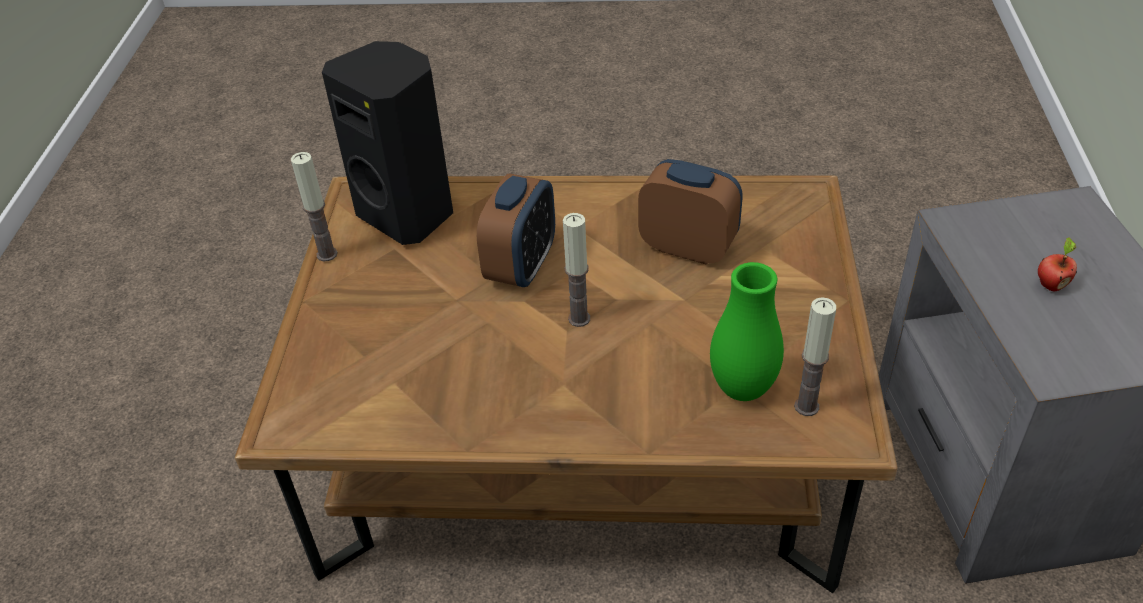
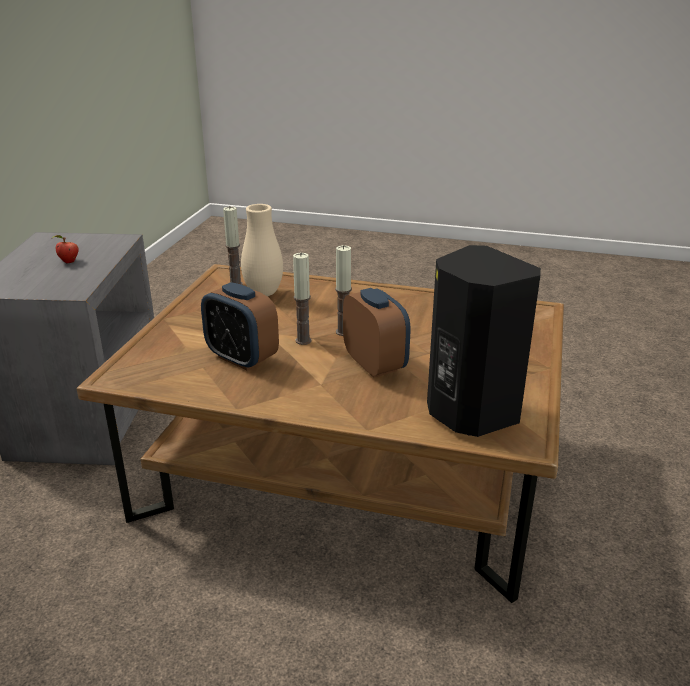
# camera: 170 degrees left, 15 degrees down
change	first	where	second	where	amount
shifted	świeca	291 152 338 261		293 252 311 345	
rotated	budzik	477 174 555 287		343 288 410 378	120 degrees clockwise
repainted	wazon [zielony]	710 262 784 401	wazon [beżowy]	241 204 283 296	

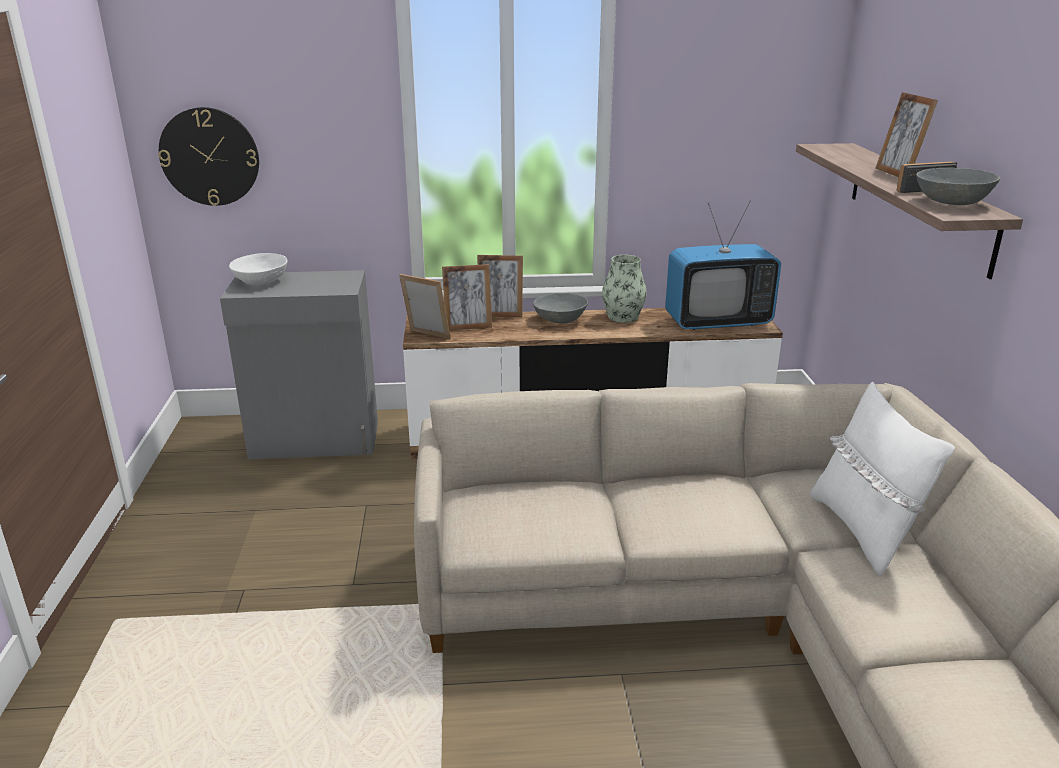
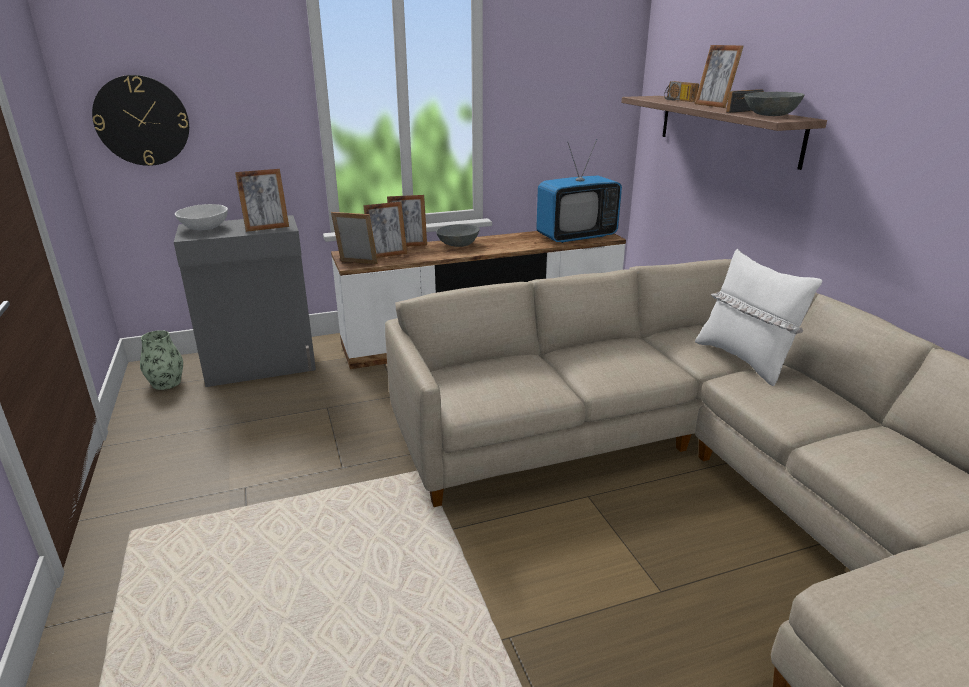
# camera: 15 degrees left, 0 degrees up
change	first	where	second	where	amount
shifted	wazon	602 255 647 323		140 330 183 390	
new			ramka na zdjęcie	235 169 289 232	
new			radio	664 81 699 102	

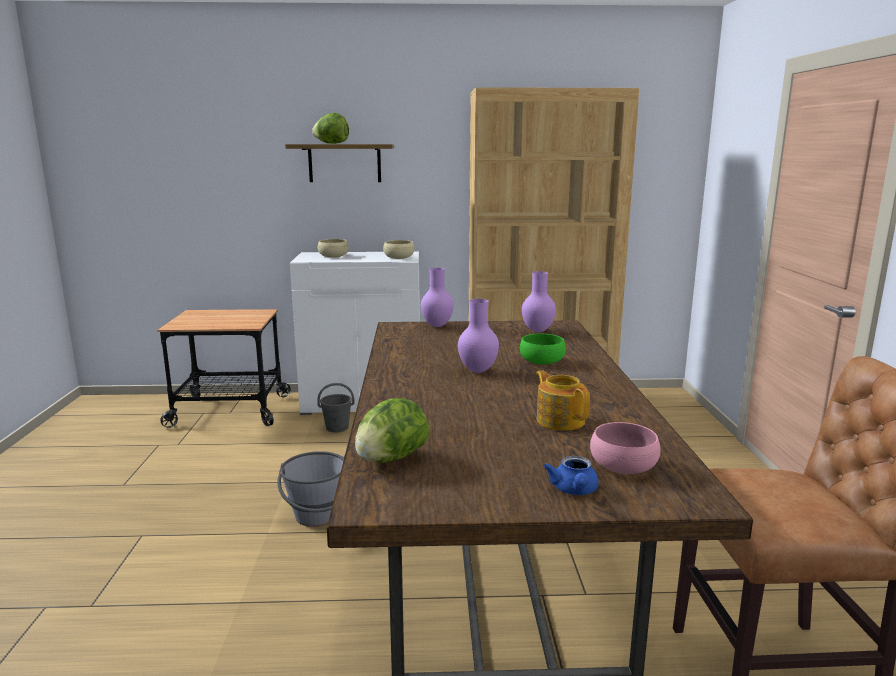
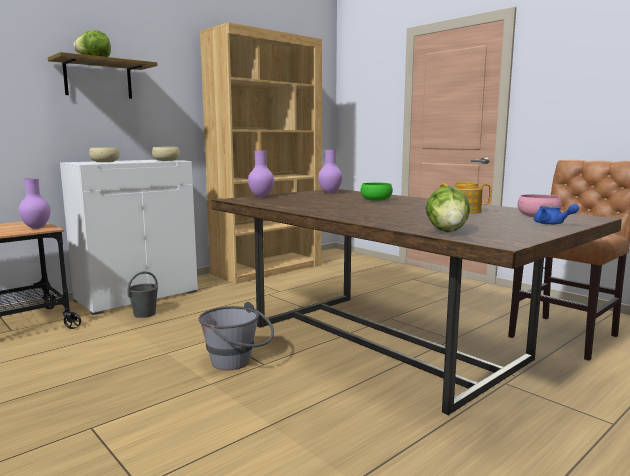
# camera: 40 degrees left, 5 degrees down
change	first	where	second	where	amount
shifted	wazon [fioletowy]	458 299 499 373		19 178 51 229	

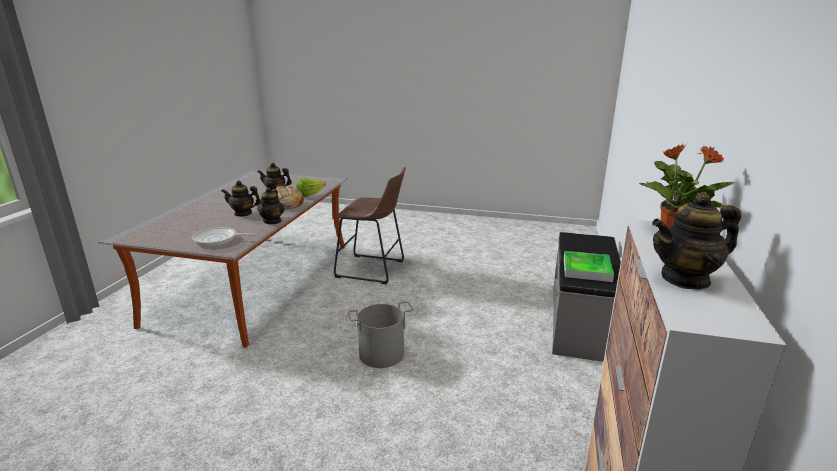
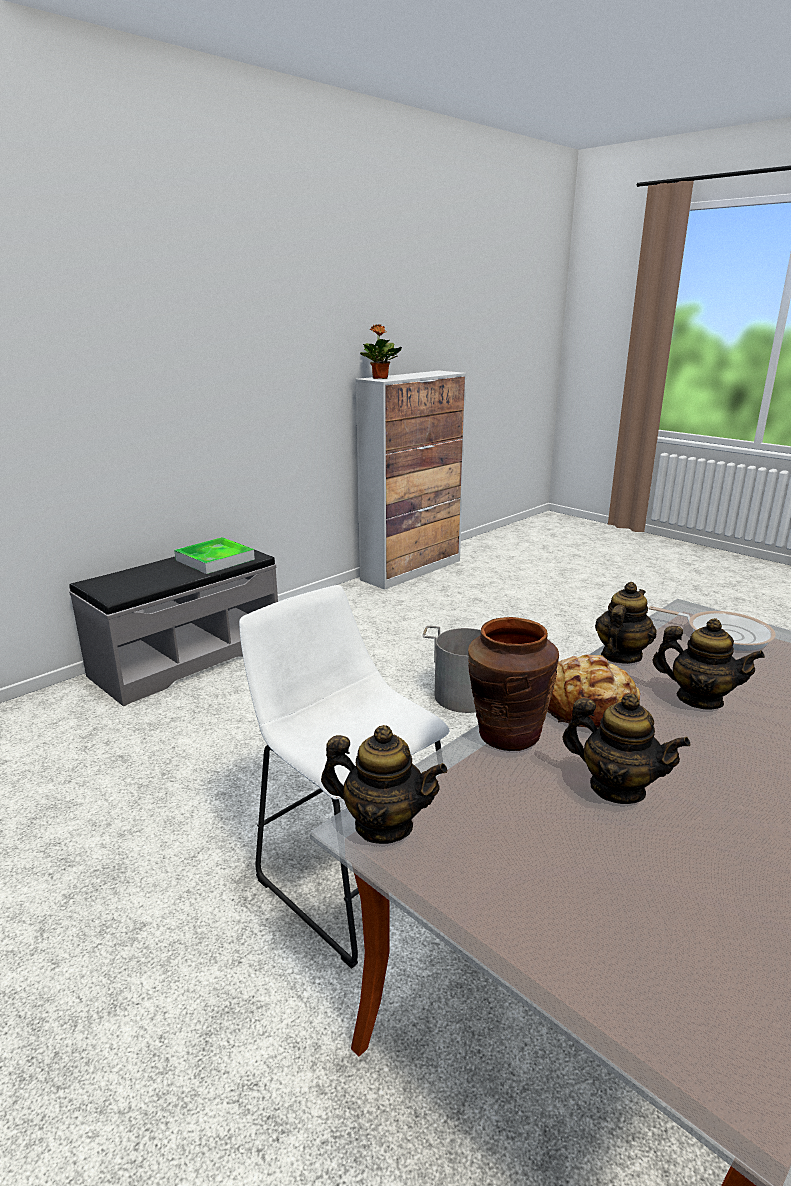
# camera: 150 degrees left, 0 degrees up
change	first	where	second	where	amount
swapped	sałata	296 179 326 197	wazon [brązowy]	468 617 559 751	
repainted	stołek [brązowy]	334 167 406 284	stołek [biały]	239 585 450 969	
shifted	imbryk	652 192 741 290		321 725 447 844	

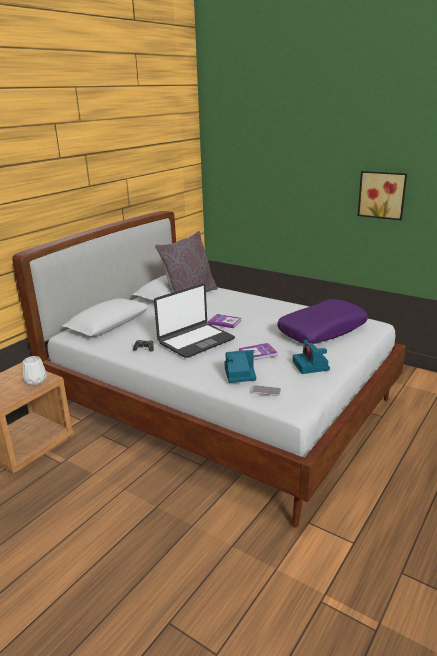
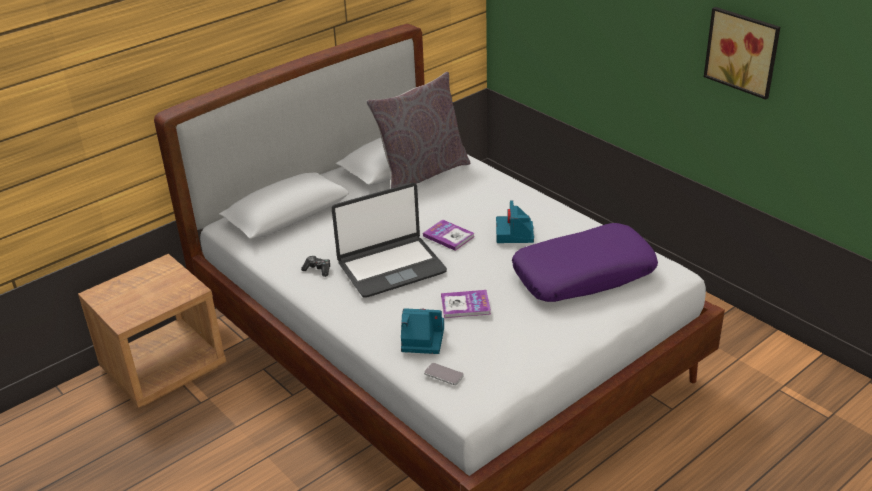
# camera: 15 degrees right, 10 degrees up
change	first	where	second	where	amount
gone	wazon [biały]	22 356 47 385			
shifted	aparat fotograficzny	293 340 330 374		496 201 534 243	

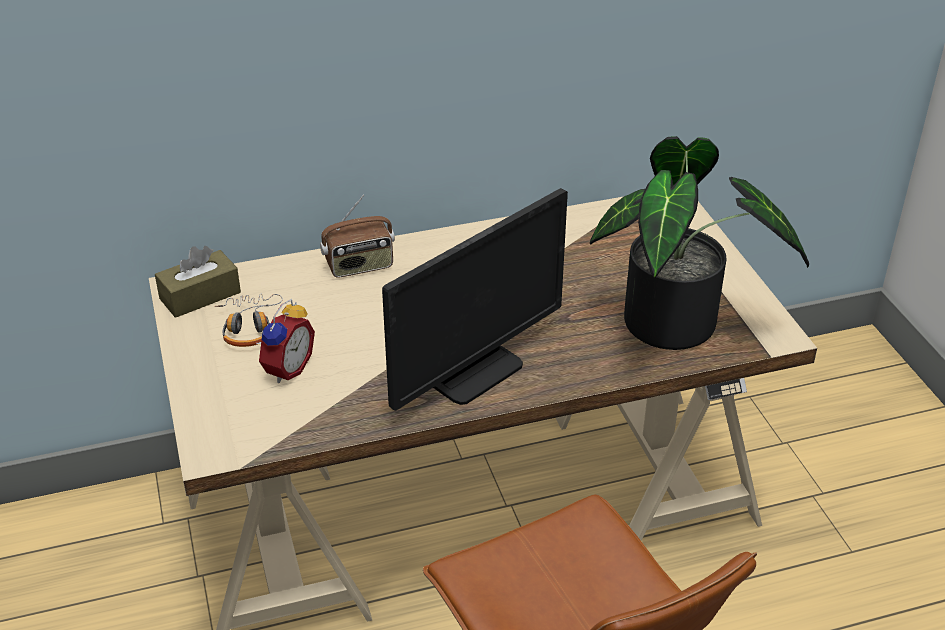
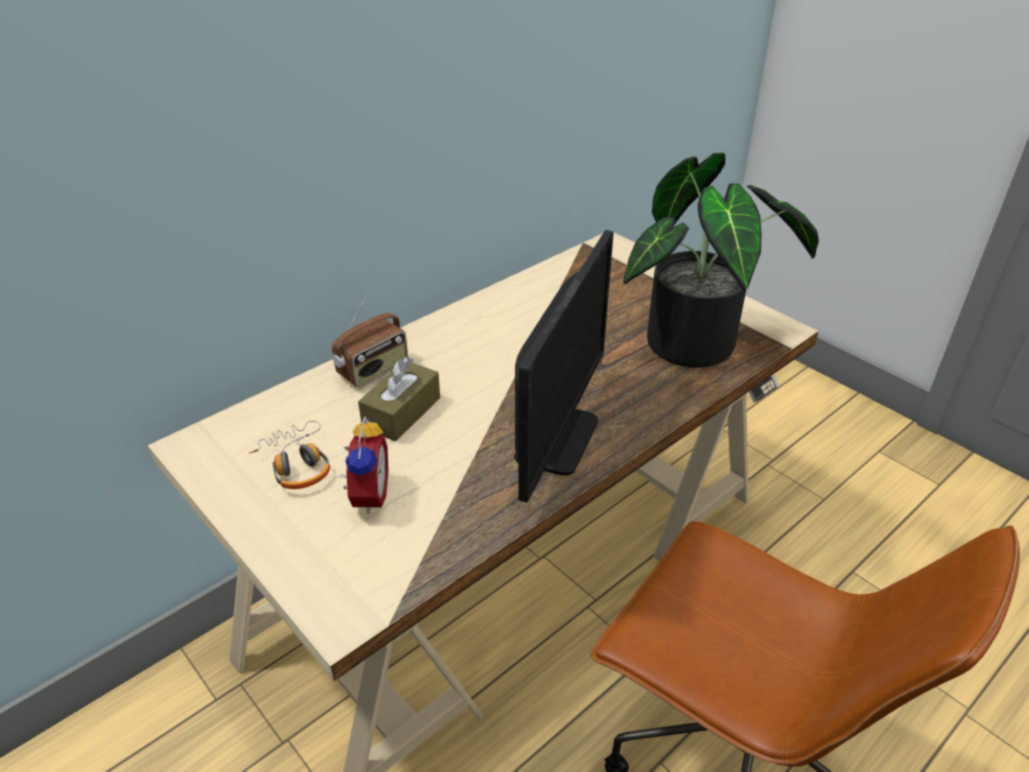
# camera: 25 degrees left, 0 degrees up
change	first	where	second	where	amount
shifted	pudełko chusteczek [brązowy]	155 246 241 318		358 356 440 441	

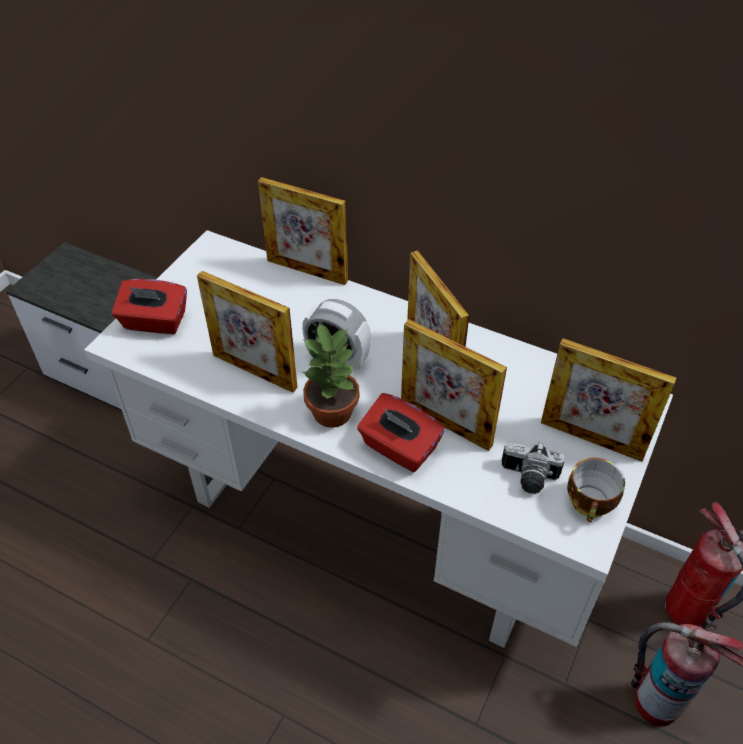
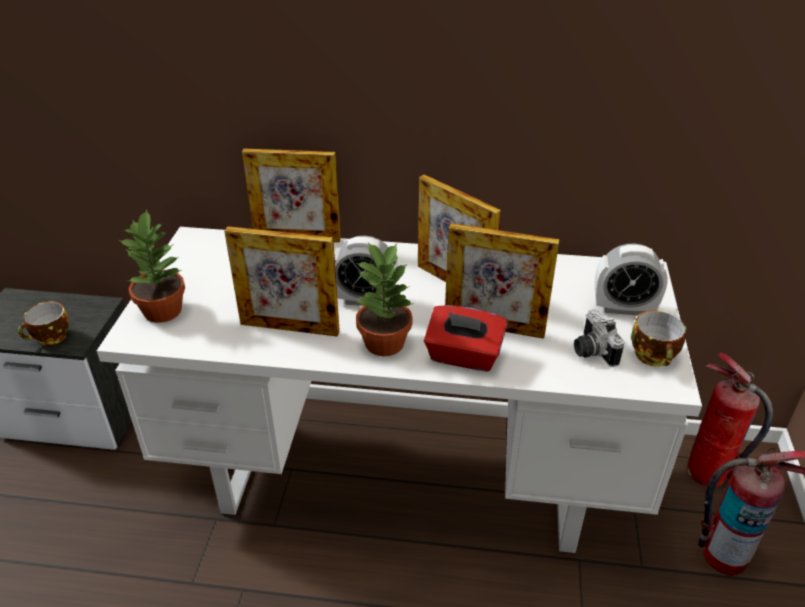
# camera: 20 degrees left, 10 degrees down
change	first	where	second	where	amount
swapped	pudełko chusteczek [czerwony]	112 279 187 334	roślina doniczkowa	119 209 185 323	
rotated	aparat fotograficzny	501 441 565 494		574 310 625 367	75 degrees clockwise
swapped	ramka na zdjęcie	541 338 677 462	budzik	595 244 668 315	
new			filiżanka	18 302 69 346	

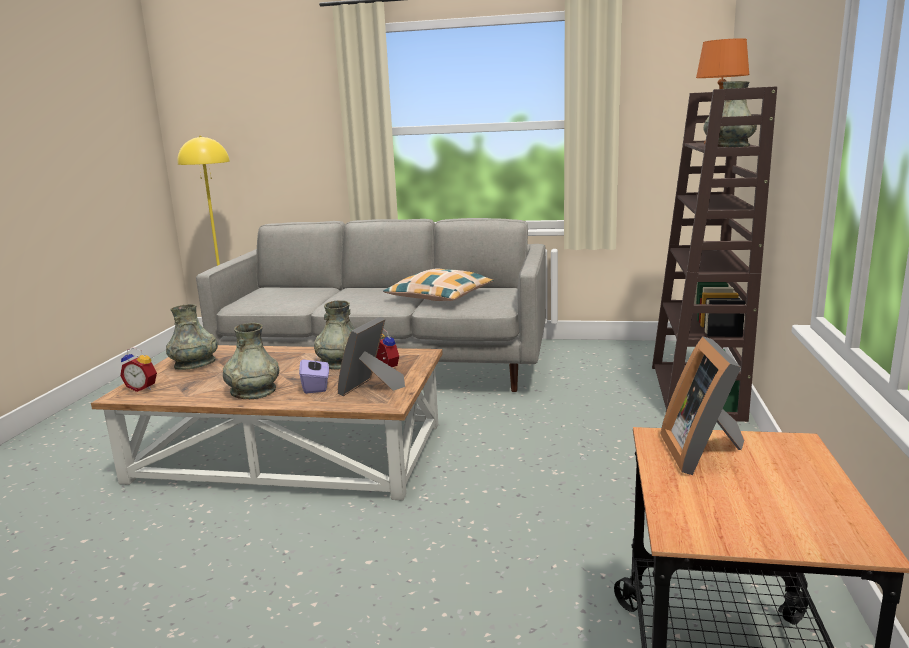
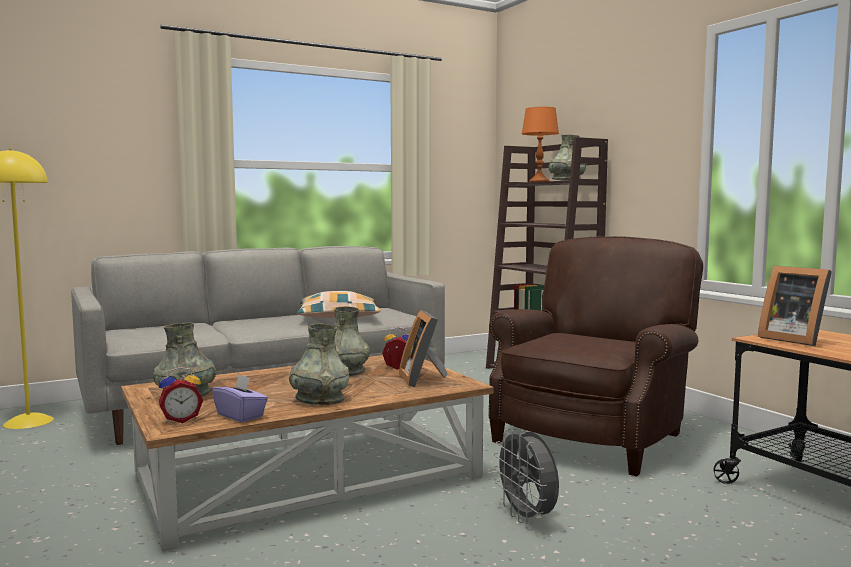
# camera: 40 degrees left, 10 degrees down
change	first	where	second	where	amount
shifted	pudełko chusteczek [fioletowy]	299 354 329 394		212 375 268 422	
new			fotel [brązowy]	489 236 703 476	
new			wentylator [szary]	493 428 559 524	

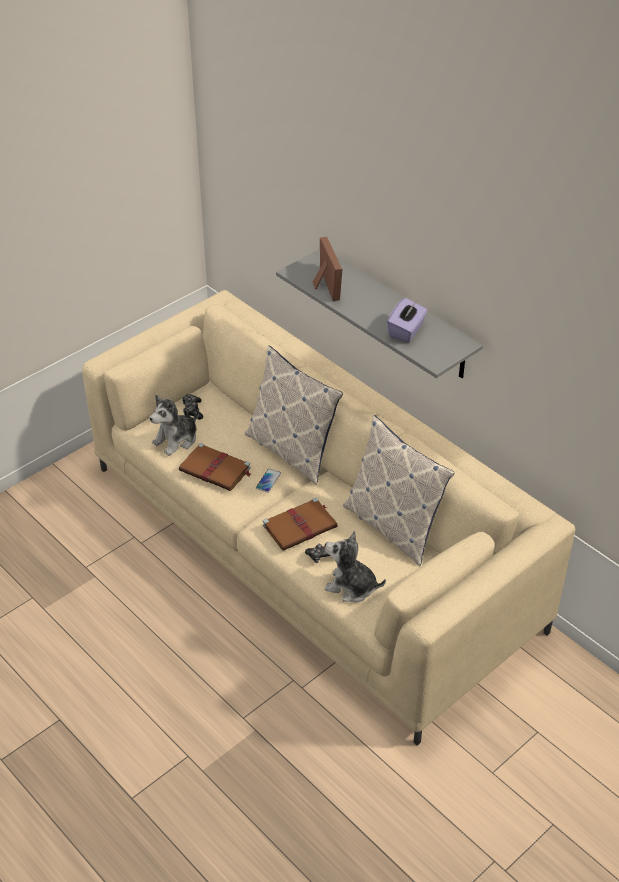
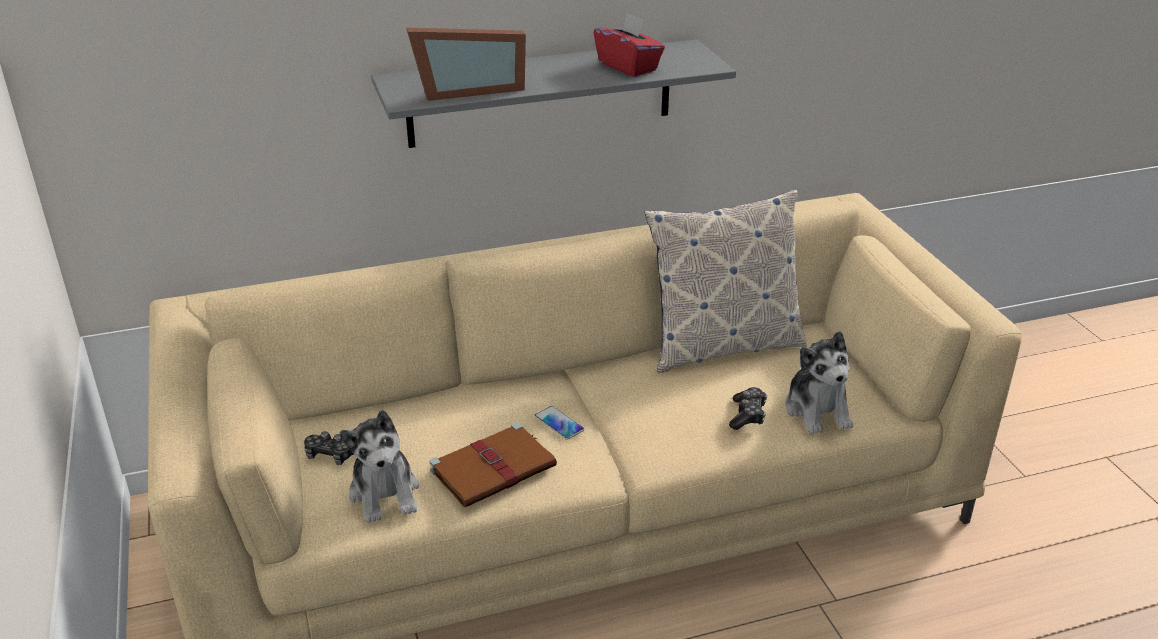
# camera: 65 degrees left, 10 degrees down
change	first	where	second	where	amount
gone	poduszka	245 345 343 485			
gone	książka [brązowy]	263 498 338 551			
rotated	ramka na zdjęcie	313 237 343 301		406 28 526 101	150 degrees clockwise
rotated	pluszak	325 531 386 602		785 331 853 434	60 degrees counterclockwise
repainted	pudełko chusteczek [fioletowy]	387 298 428 342	pudełko chusteczek [czerwony]	594 13 665 77	

